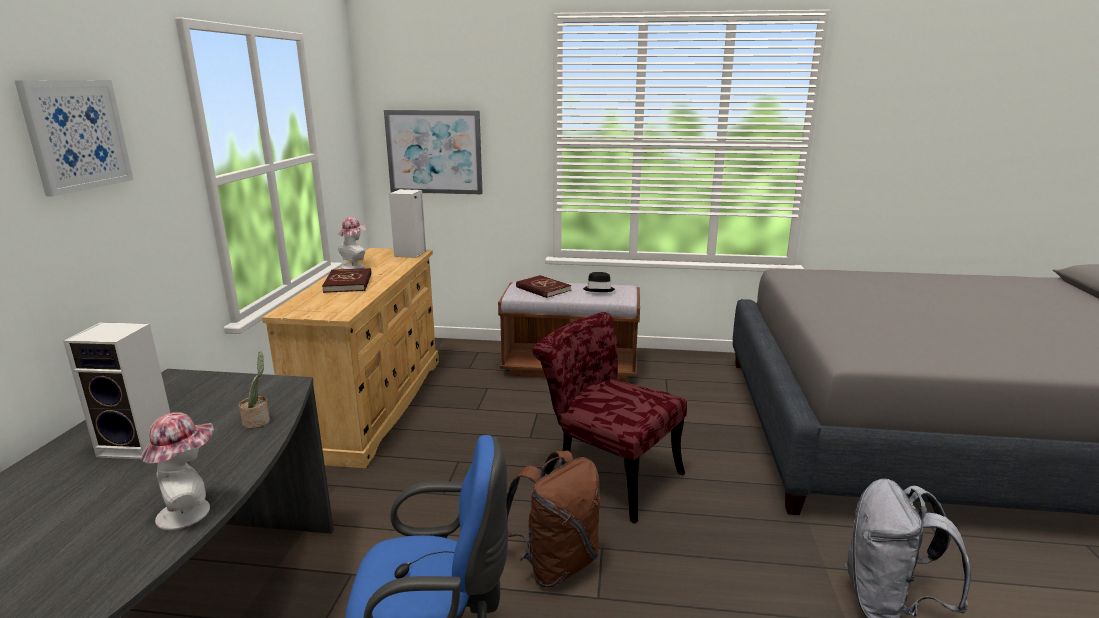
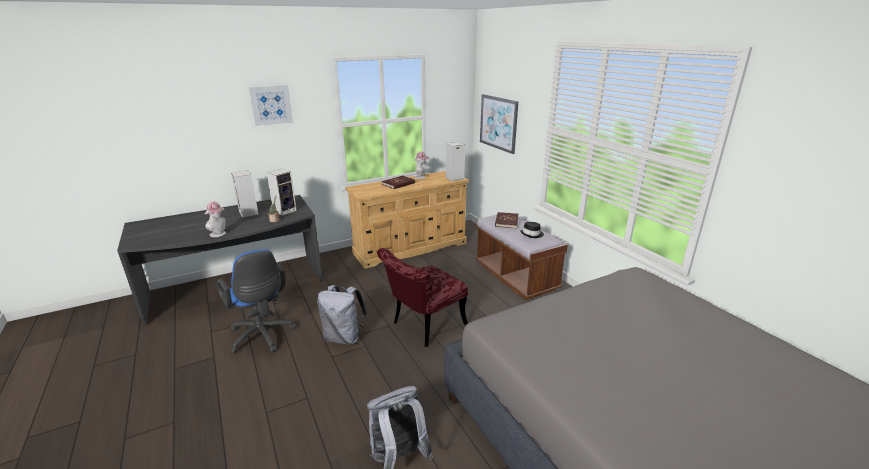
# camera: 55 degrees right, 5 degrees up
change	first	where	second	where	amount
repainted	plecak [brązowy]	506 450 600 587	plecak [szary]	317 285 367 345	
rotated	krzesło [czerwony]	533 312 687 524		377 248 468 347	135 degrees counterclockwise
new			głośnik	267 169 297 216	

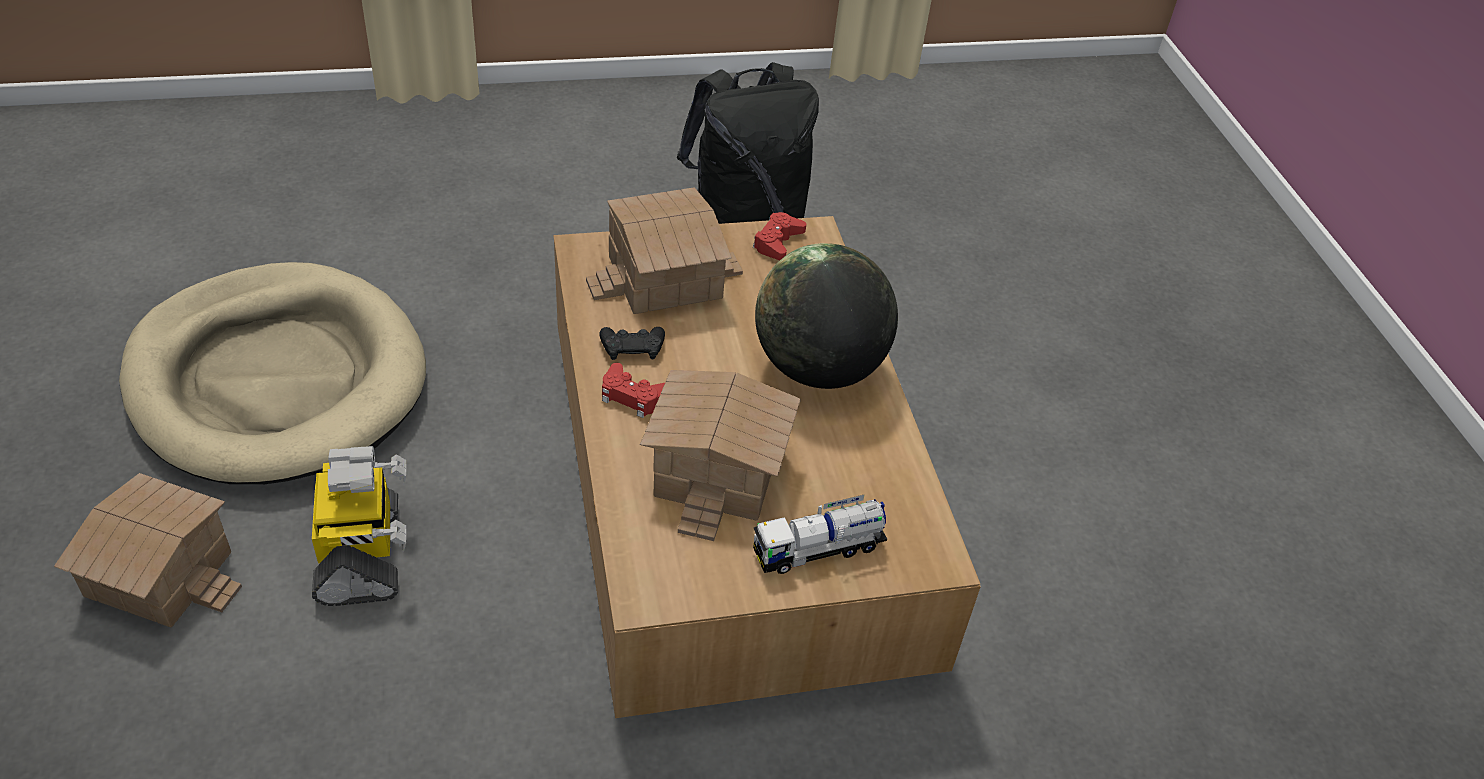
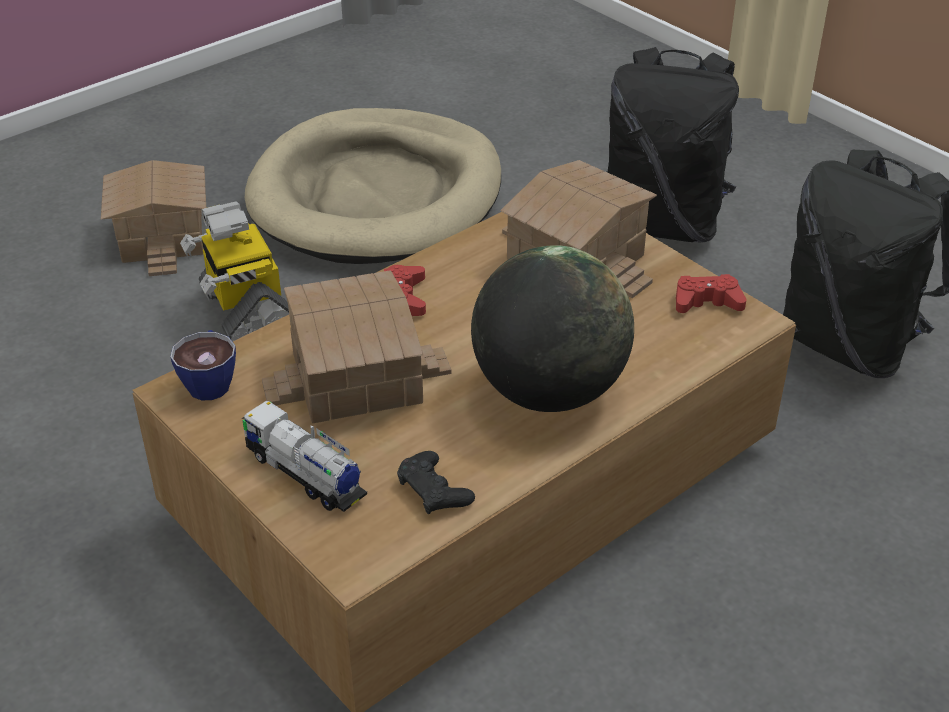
# camera: 65 degrees right, 5 degrees down
change	first	where	second	where	amount
rotated	robot zabawkowy	312 446 406 606		180 201 289 342	105 degrees clockwise
shifted	pad do gier [czarny]	599 327 665 360		397 451 475 514	
new			filiżanka	170 330 236 400	
new			plecak [czarny]	605 47 739 242	

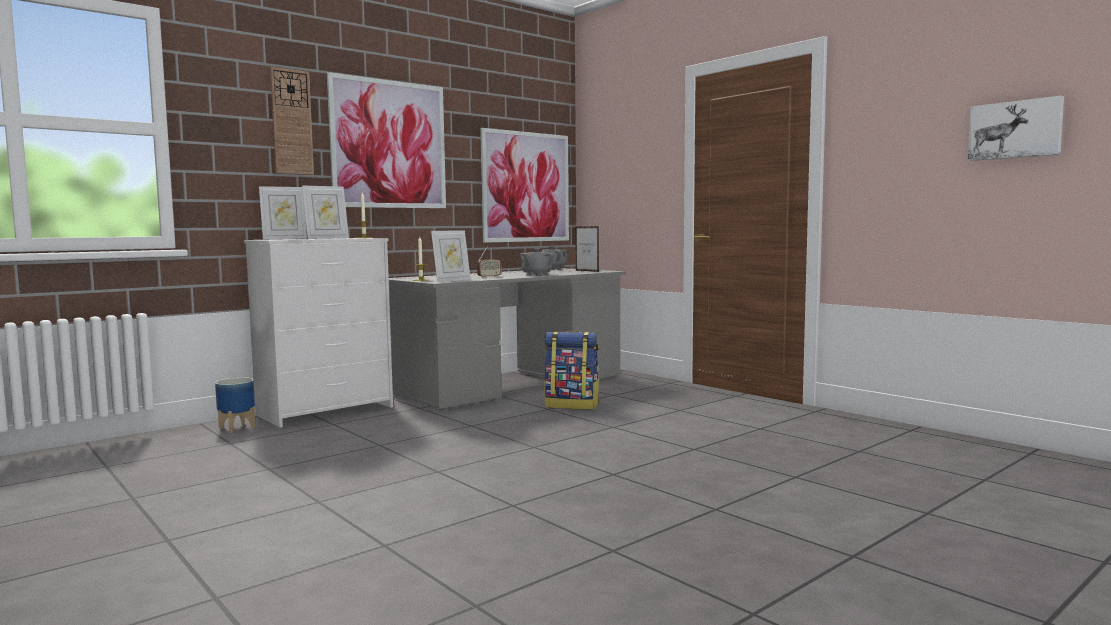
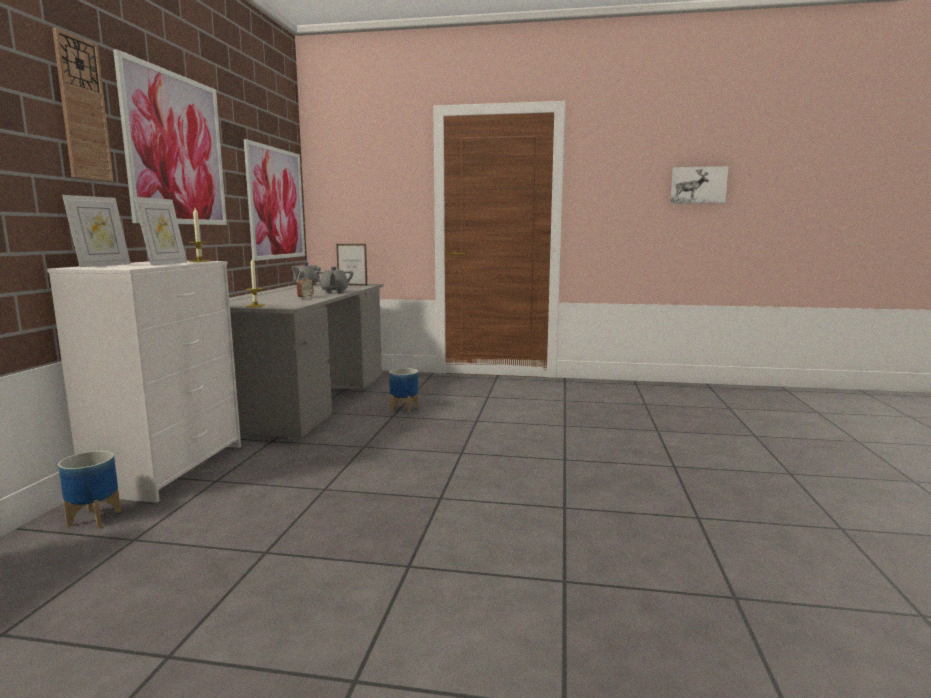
# camera: 40 degrees left, 5 degrees up
change	first	where	second	where	amount
gone	ramka na zdjęcie	431 230 471 282			
swapped	plecak	544 331 600 410	donica	389 368 418 413	

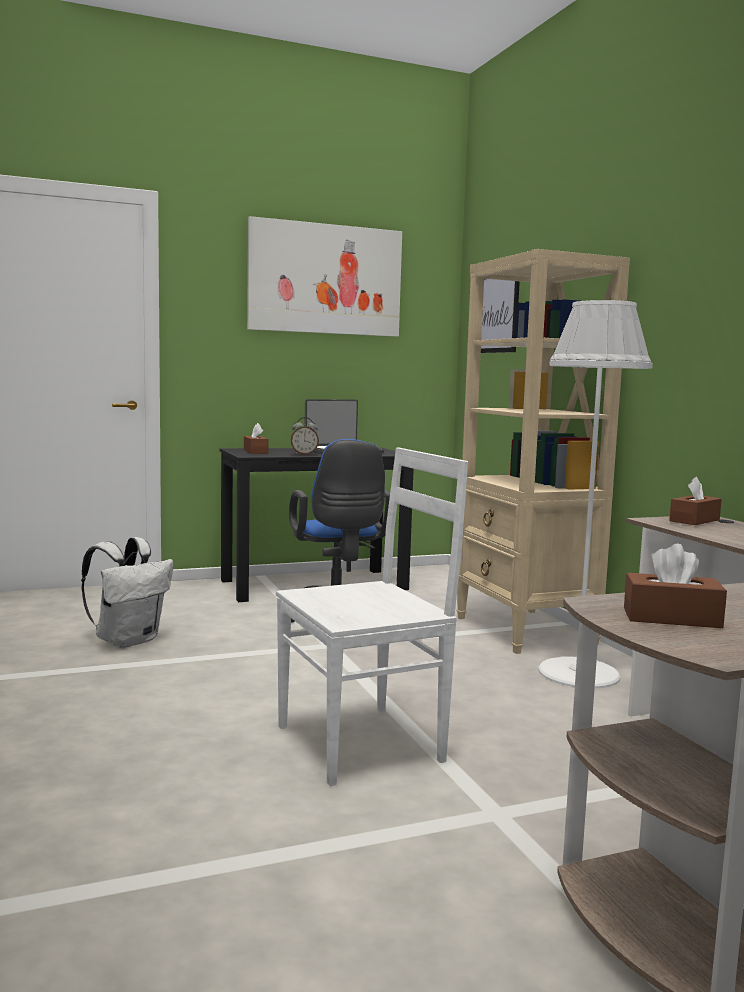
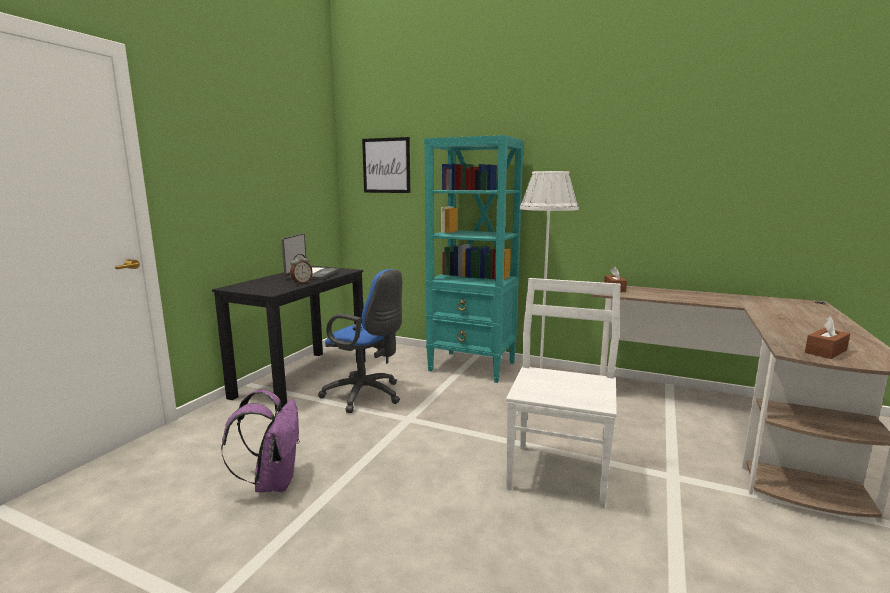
# camera: 45 degrees left, 5 degrees up
change	first	where	second	where	amount
repainted	plecak [biały]	81 537 173 648	plecak [fioletowy]	221 390 300 492	
gone	pudełko chusteczek [brązowy]	244 423 269 454			
gone	obraz	247 216 402 337			
repainted	regał [beżowy]	456 249 630 654	regał [turkusowy]	424 135 524 383	

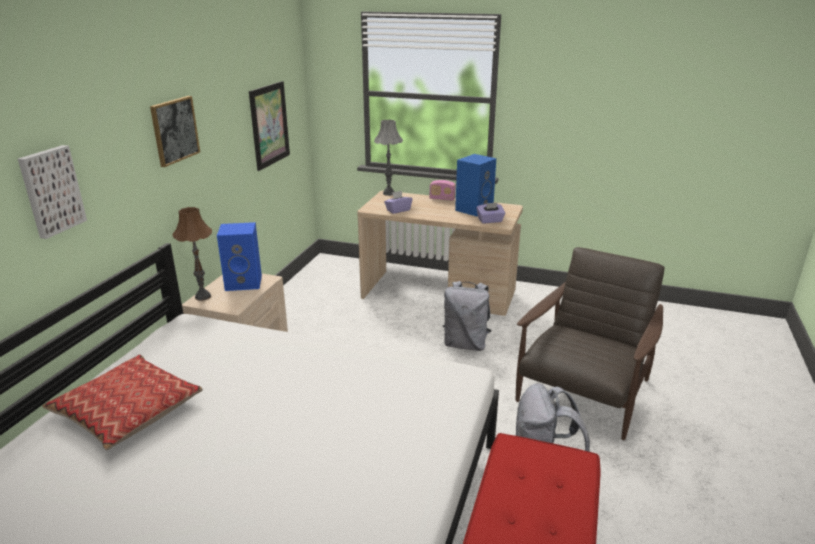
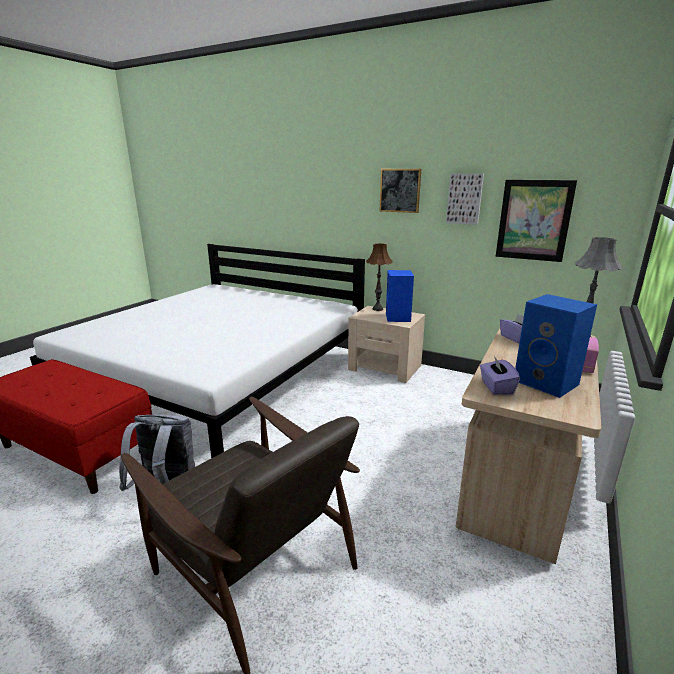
# camera: 100 degrees right, 5 degrees down
change	first	where	second	where	amount
shifted	obraz	18 145 87 239		446 174 484 225	
gone	poduszka	42 354 203 450			
gone	plecak [szary]	443 281 492 351			

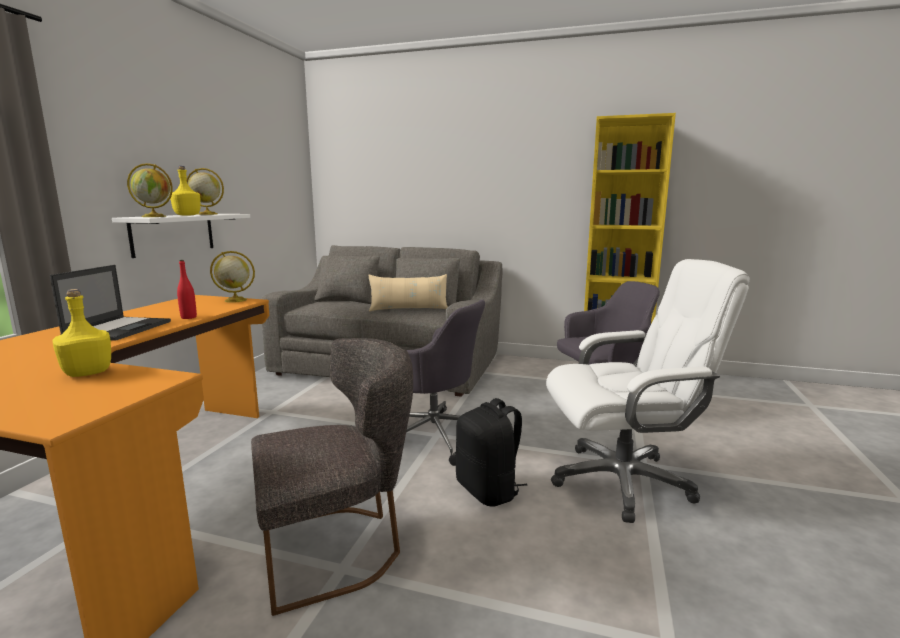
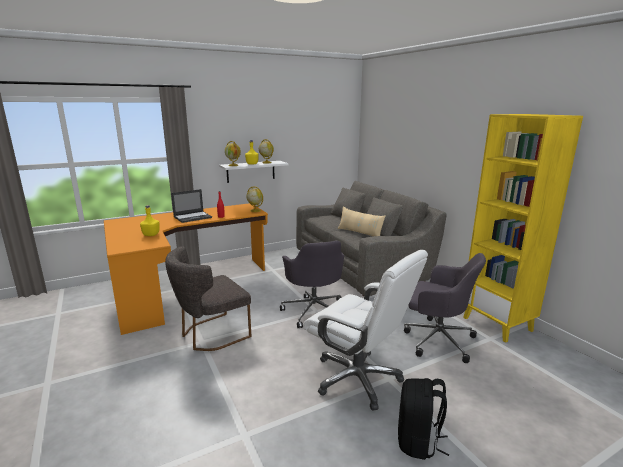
# camera: 45 degrees right, 5 degrees up
change	first	where	second	where	amount
rotated	krzesło [szary]	251 338 413 616		165 246 251 351	120 degrees clockwise
shifted	plecak [czarny]	455 398 527 506		398 378 449 460	

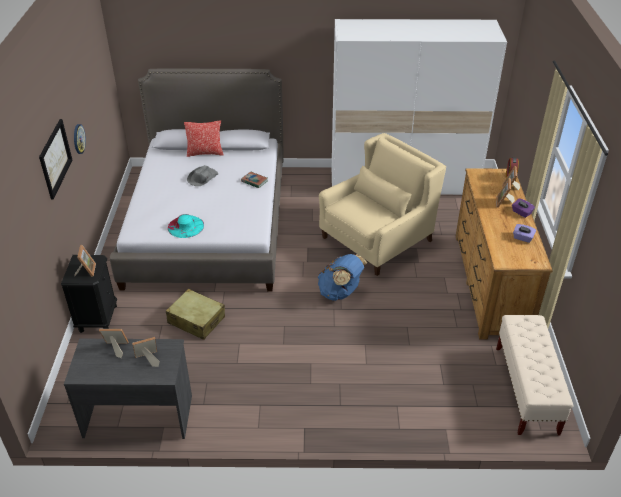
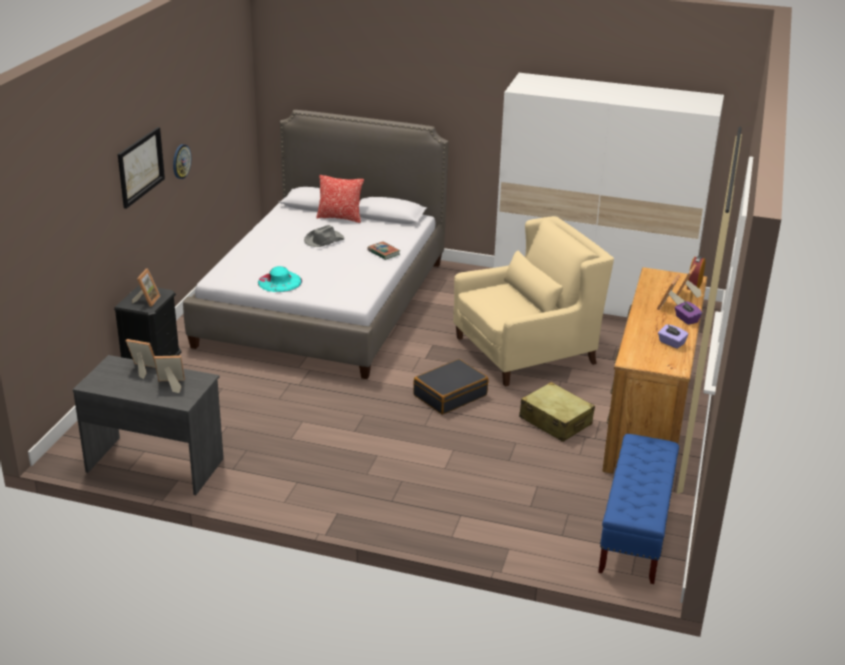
# camera: 15 degrees right, 10 degrees down
change	first	where	second	where	amount
shifted	walizka [beżowy]	166 289 225 340		519 382 595 442	
swapped	plecak [niebieski]	317 254 368 301	walizka [czarny]	413 359 488 415	
repainted	ławka [beżowy]	496 315 574 435	ławka [niebieski]	598 434 679 584	

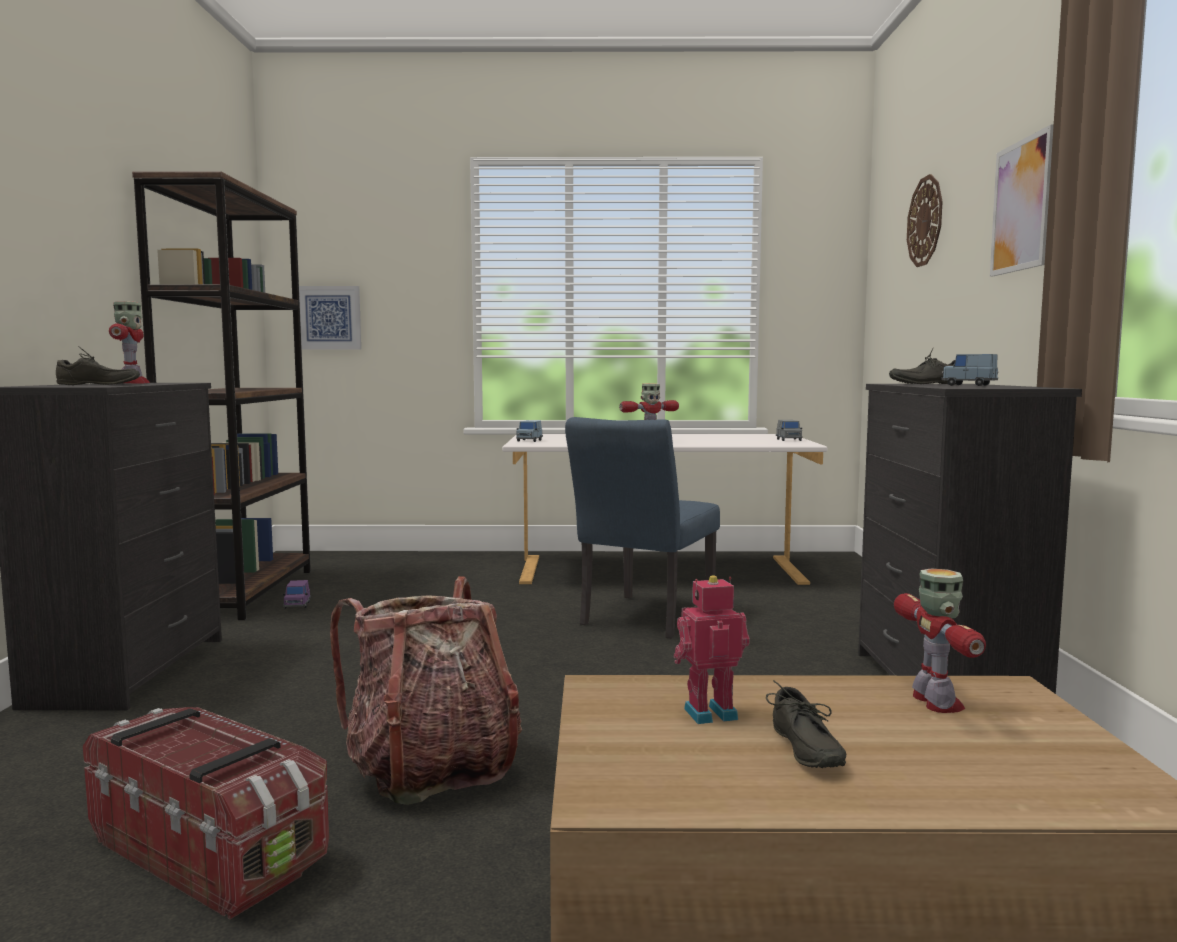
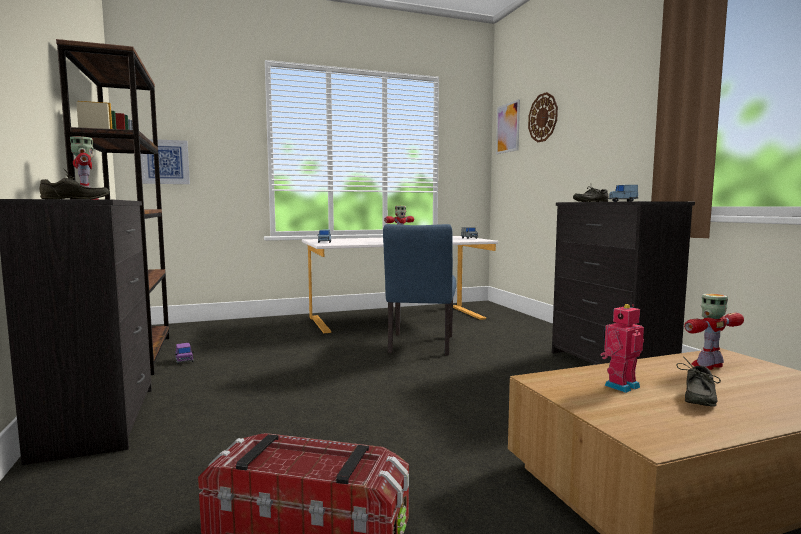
# camera: 20 degrees left, 0 degrees up
change	first	where	second	where	amount
gone	plecak	330 576 522 805			
rotated	but [szary]	766 680 846 768		676 356 721 407	60 degrees clockwise
rotated	robot zabawkowy	894 568 986 713		684 294 744 370	90 degrees counterclockwise
shifted	obraz	990 125 1054 276		496 99 520 154	

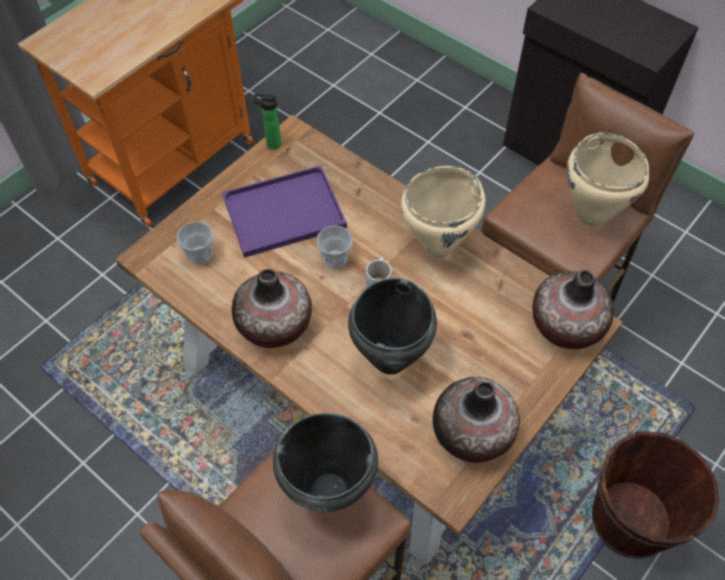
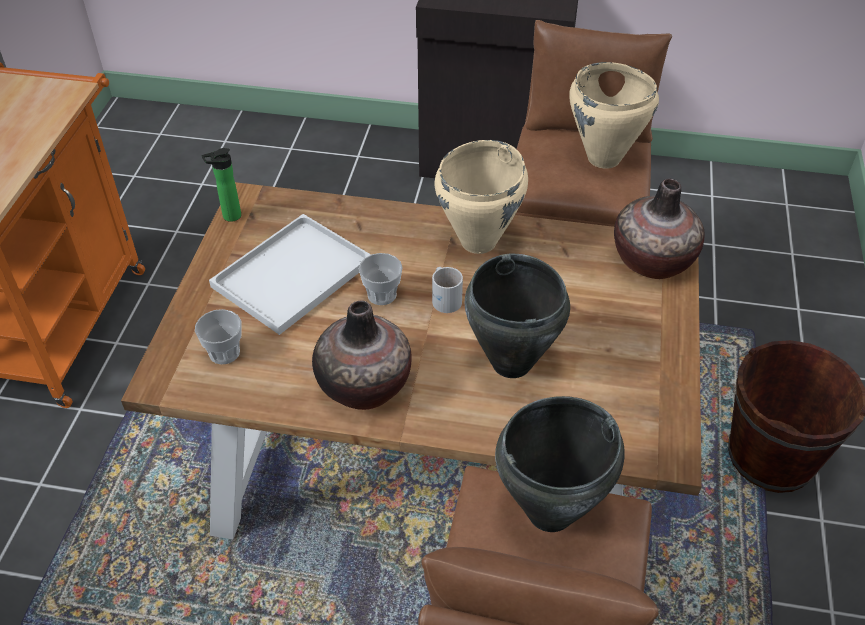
# camera: 30 degrees left, 10 degrees down
change	first	where	second	where	amount
repainted	taca [fioletowy]	222 165 347 258	taca [biały]	209 214 371 335	
gone	wazon	432 377 520 463			

